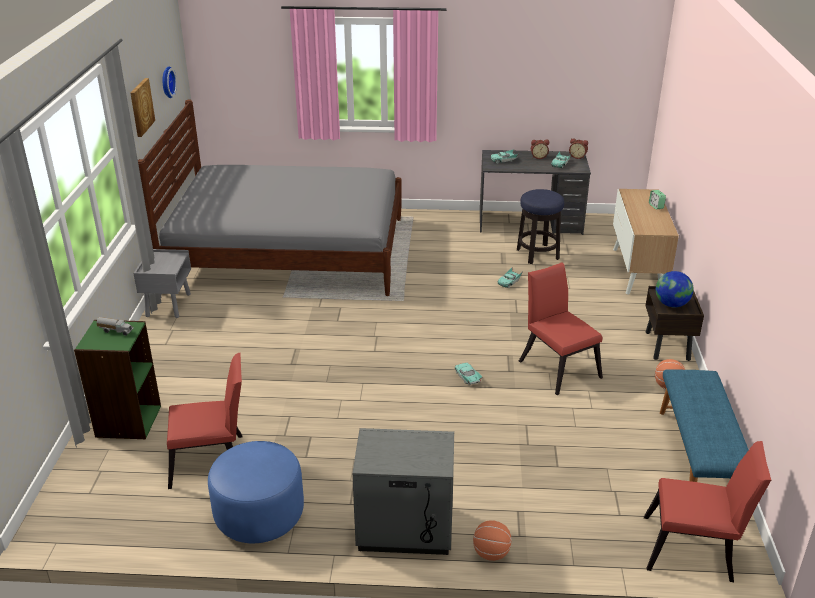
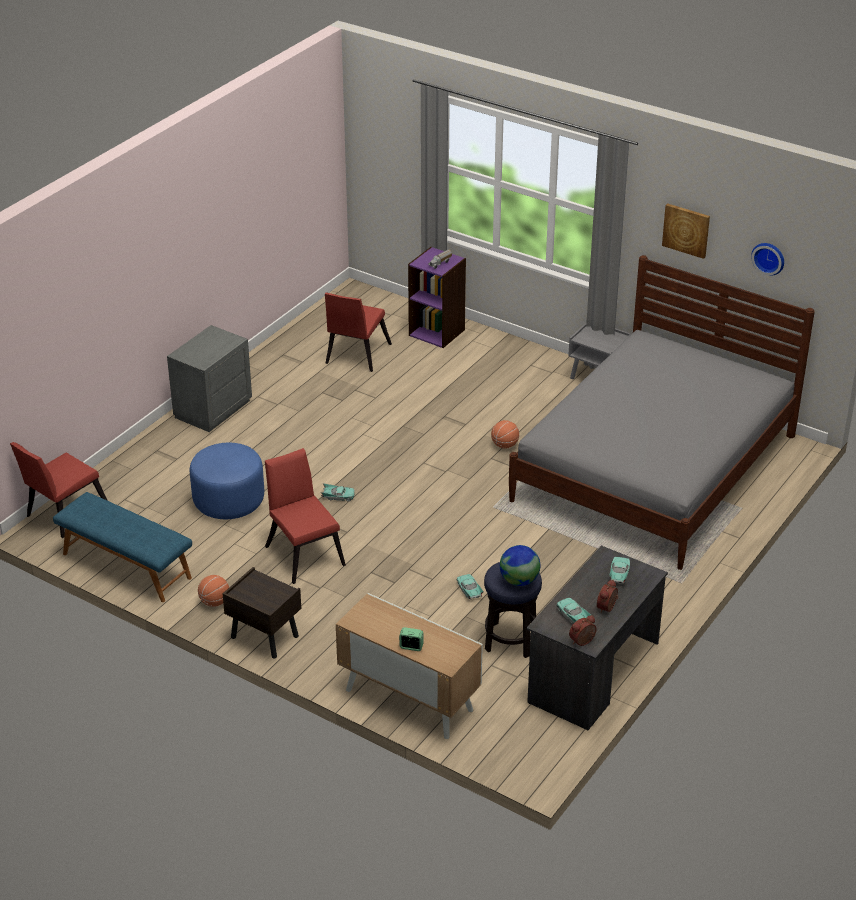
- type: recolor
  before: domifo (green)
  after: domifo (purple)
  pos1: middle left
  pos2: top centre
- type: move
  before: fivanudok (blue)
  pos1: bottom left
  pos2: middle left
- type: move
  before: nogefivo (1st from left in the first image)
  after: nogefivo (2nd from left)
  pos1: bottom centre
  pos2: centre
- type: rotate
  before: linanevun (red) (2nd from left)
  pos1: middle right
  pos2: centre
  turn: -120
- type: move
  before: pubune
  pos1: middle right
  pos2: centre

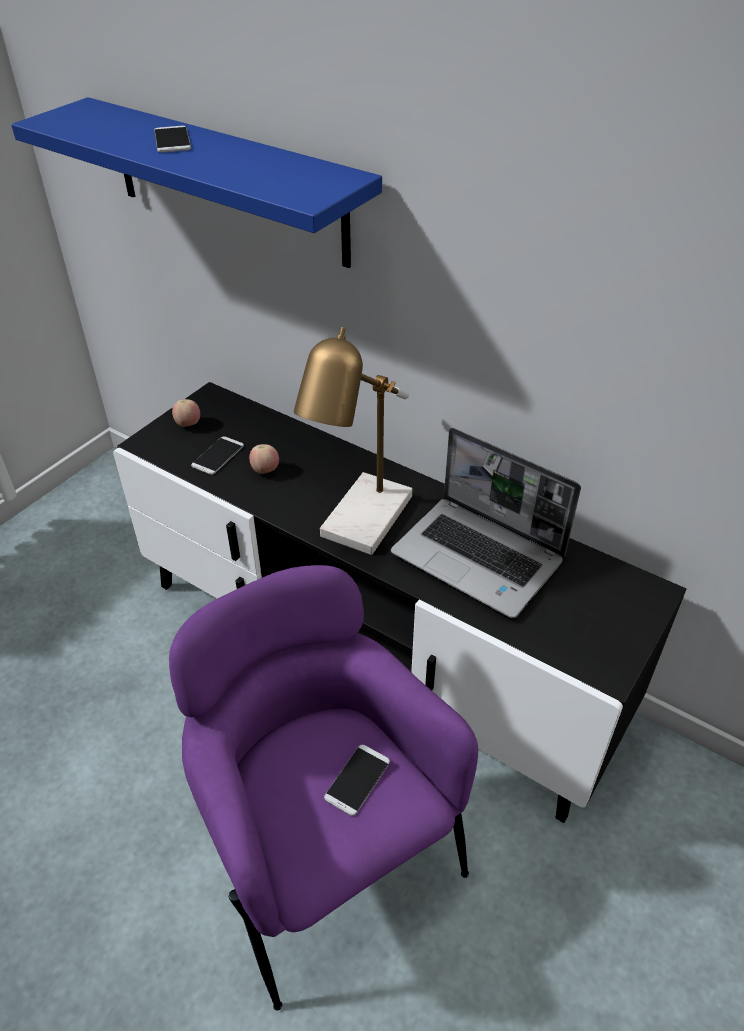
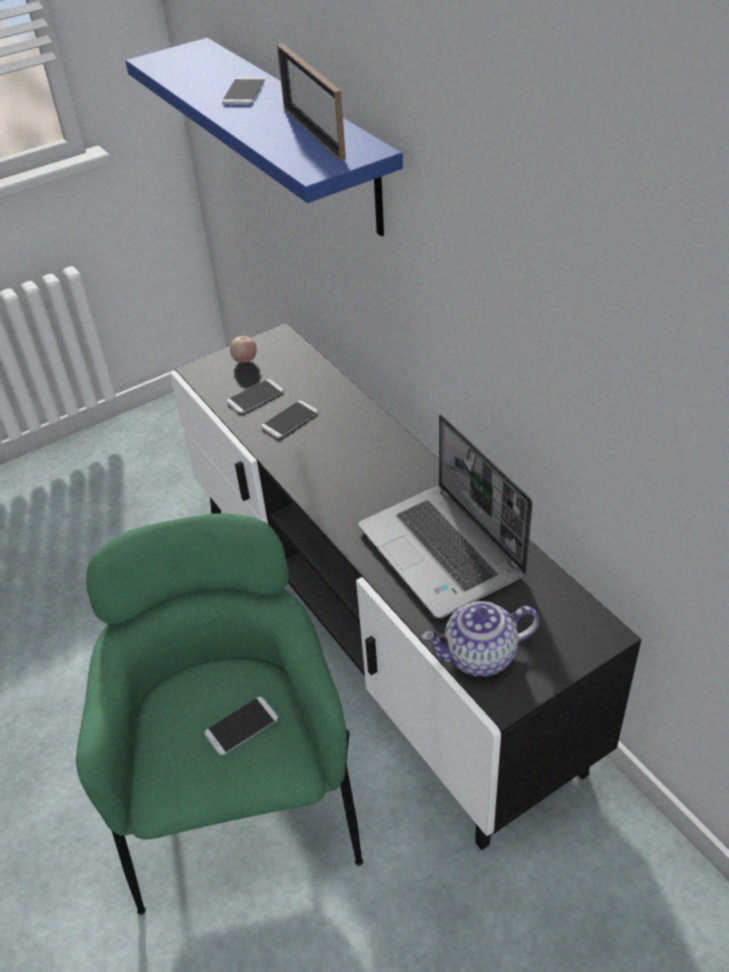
- type: recolor
  before: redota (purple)
  after: redota (green)
  pos1: bottom centre
  pos2: bottom left
- type: replace
  before: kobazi (2nd from left)
  after: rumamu (4th from left)
  pos1: centre
  pos2: centre
- type: delete
  before: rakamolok
  pos1: centre
- type: insert
  after: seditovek
  pos2: top centre
- type: insert
  after: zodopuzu
  pos2: centre

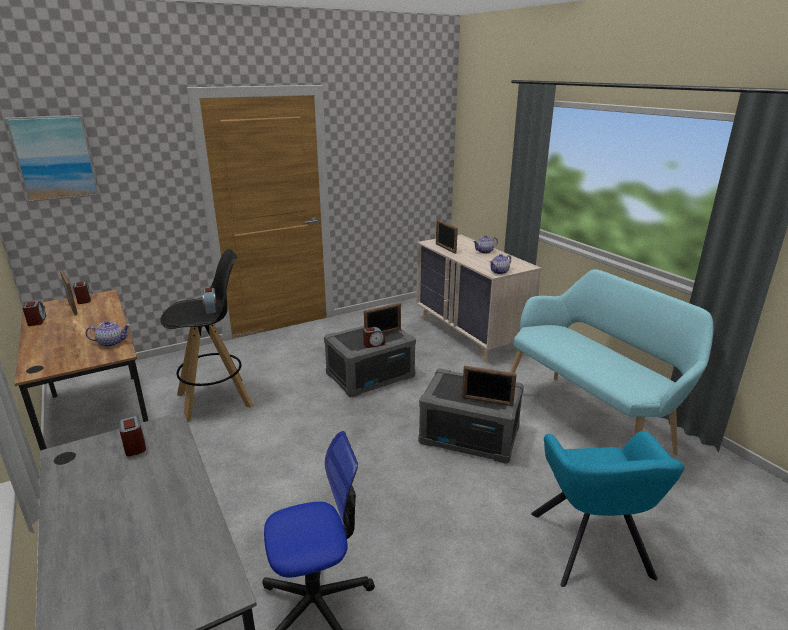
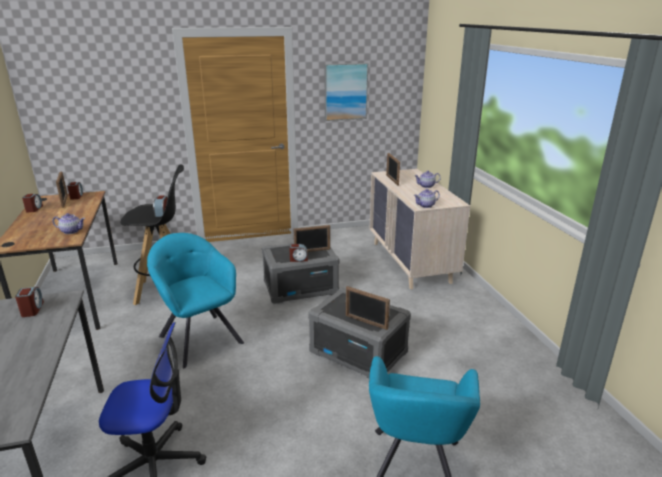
- type: move
  before: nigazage
  pos1: top left
  pos2: top centre
- type: delete
  before: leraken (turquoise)
  pos1: middle right
- type: insert
  after: redota (turquoise) (1st from left)
  pos2: middle left

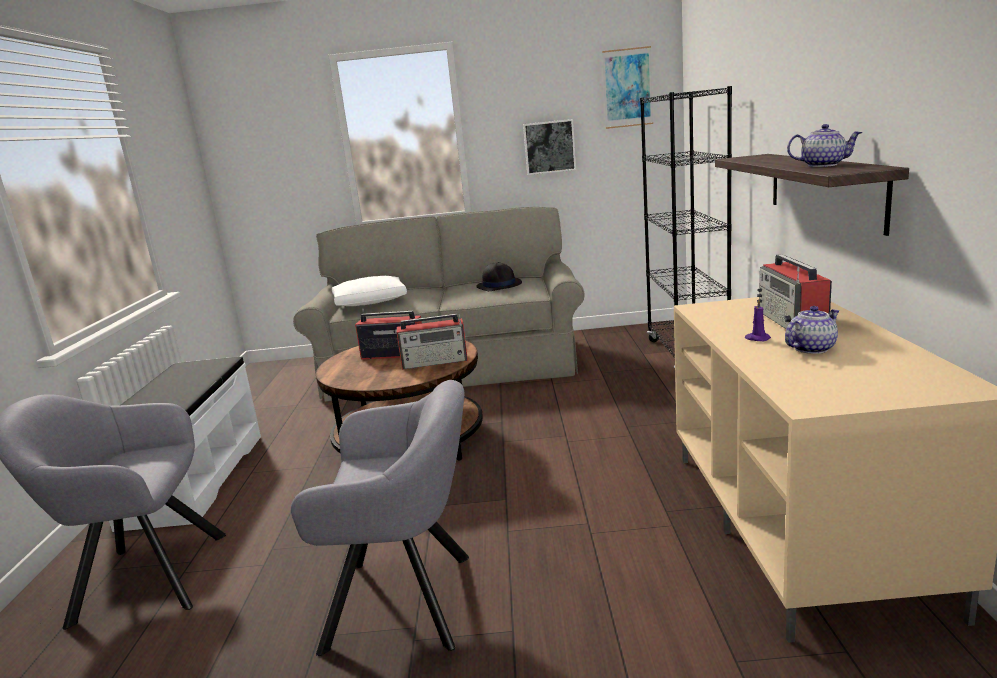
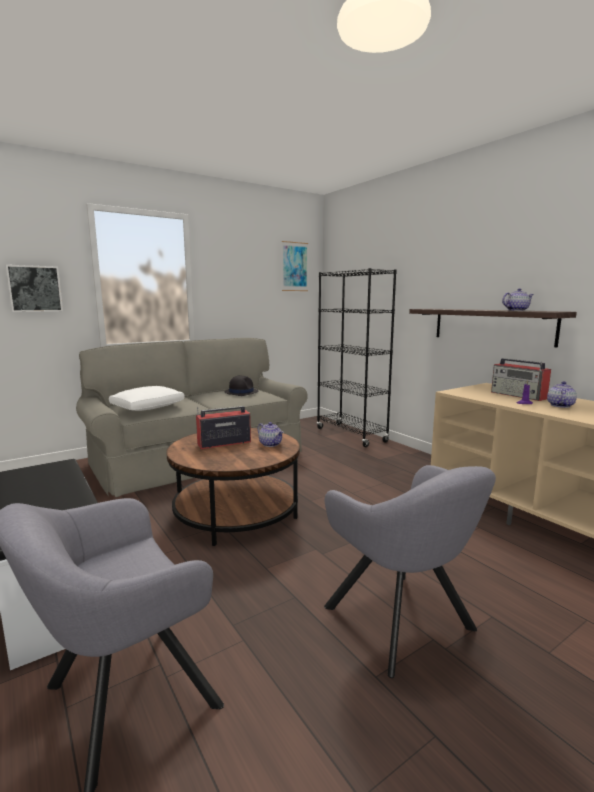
- type: rotate
  before: redota (grey) (2nd from left)
  pos1: bottom centre
  pos2: bottom right
  turn: 90
- type: replace
  before: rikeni (2nd from left)
  after: zodopuzu (1st from left)
  pos1: centre
  pos2: centre
- type: move
  before: nigazage (1st from left)
  pos1: top centre
  pos2: middle left

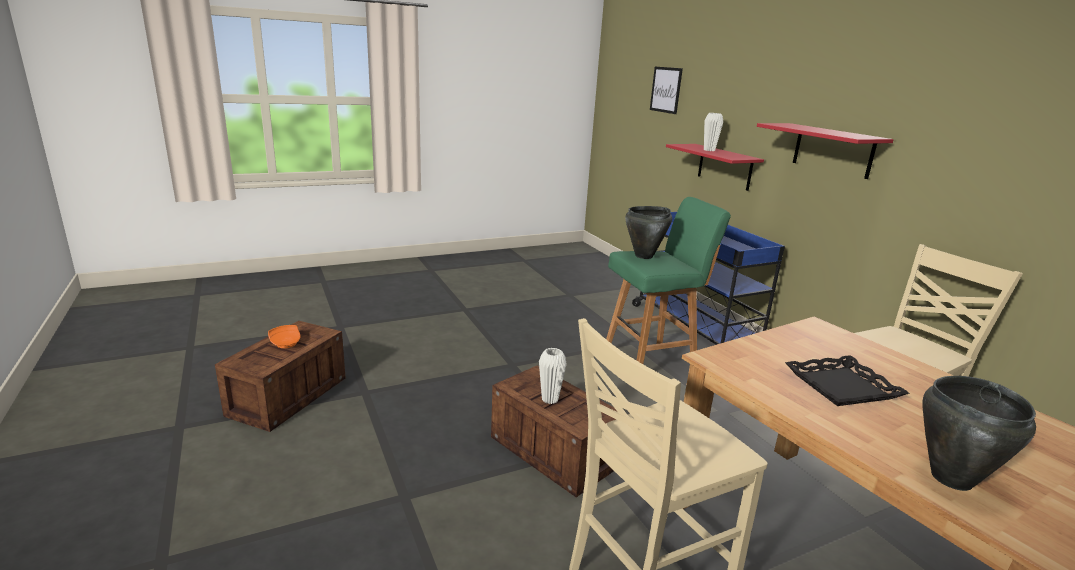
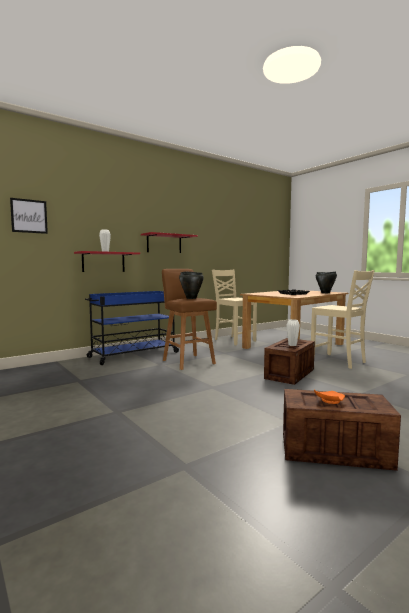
- type: recolor
  before: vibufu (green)
  after: vibufu (brown)
  pos1: centre
  pos2: centre

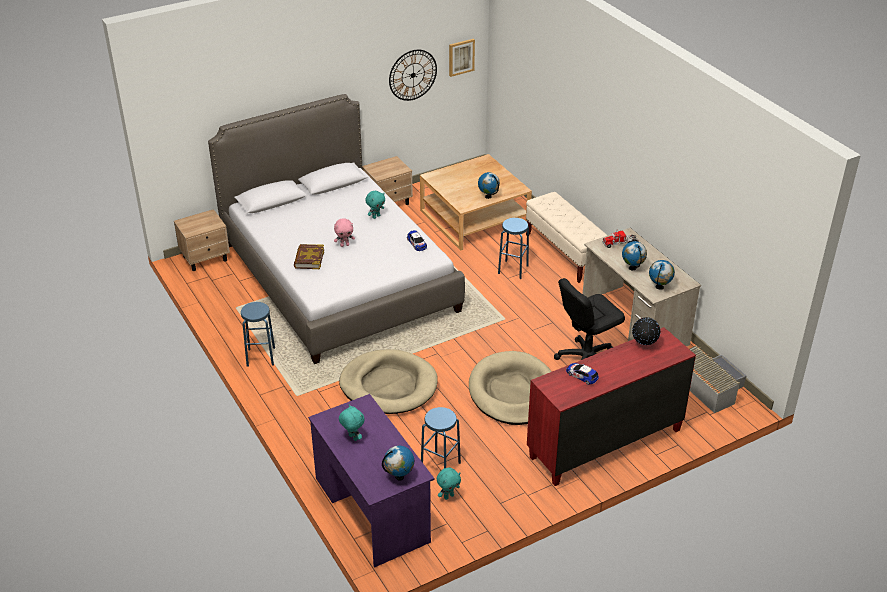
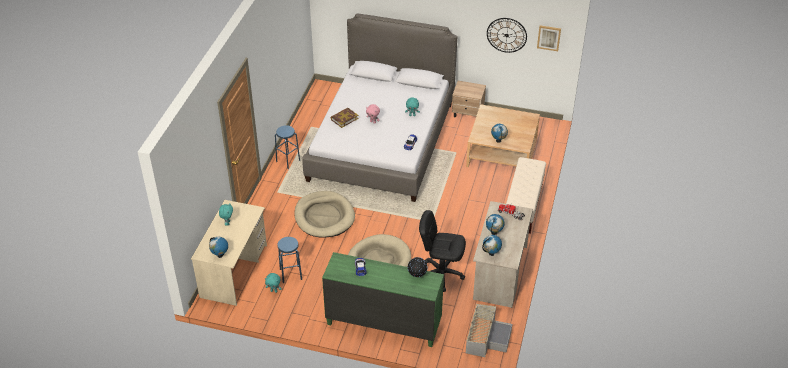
- type: delete
  before: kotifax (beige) (1st from left)
  pos1: middle left
- type: recolor
  before: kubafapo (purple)
  after: kubafapo (beige) (1st from left)
  pos1: bottom centre
  pos2: bottom left
- type: delete
  before: vibufu (blue) (3rd from left)
  pos1: centre
- type: recolor
  before: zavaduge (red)
  after: zavaduge (green)
  pos1: bottom right
  pos2: bottom centre

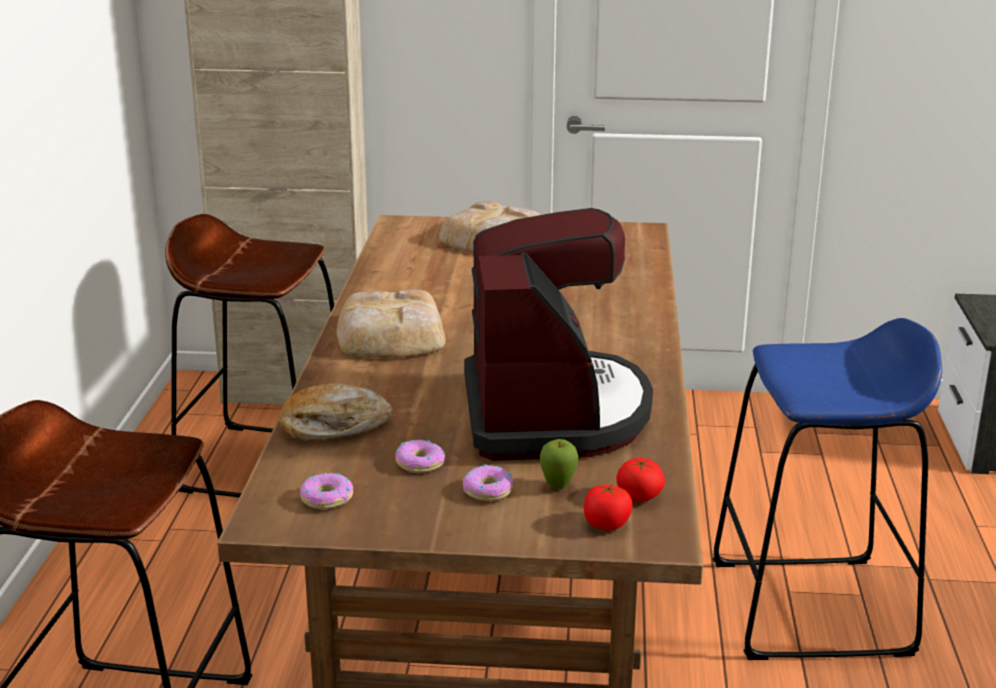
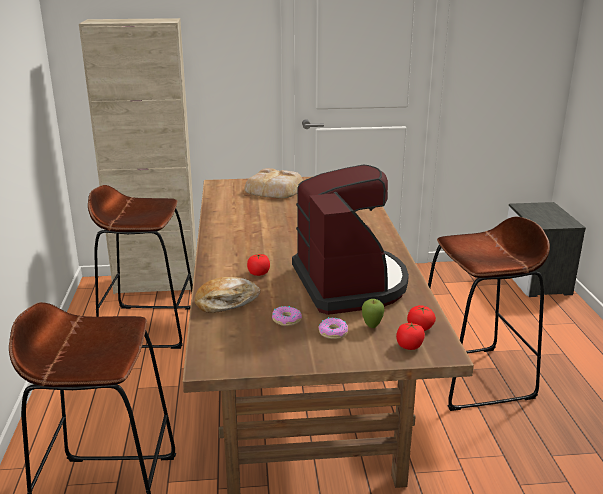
- type: delete
  before: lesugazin (1st from left)
  pos1: bottom left
- type: delete
  before: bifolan (2nd from left)
  pos1: centre
- type: recolor
  before: vibufu (blue)
  after: vibufu (brown) (3rd from left)
  pos1: bottom right
  pos2: middle right
- type: insert
  after: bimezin (1st from left)
  pos2: centre

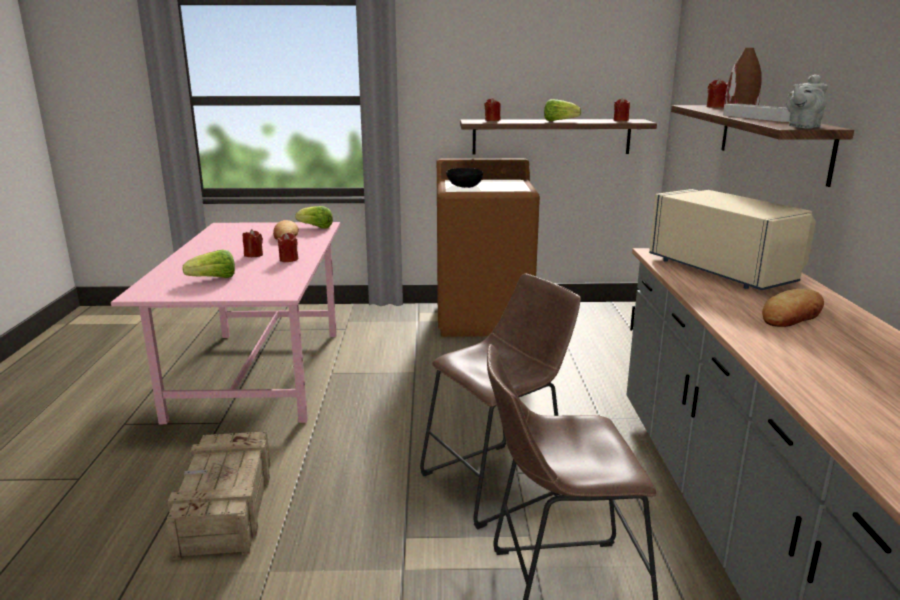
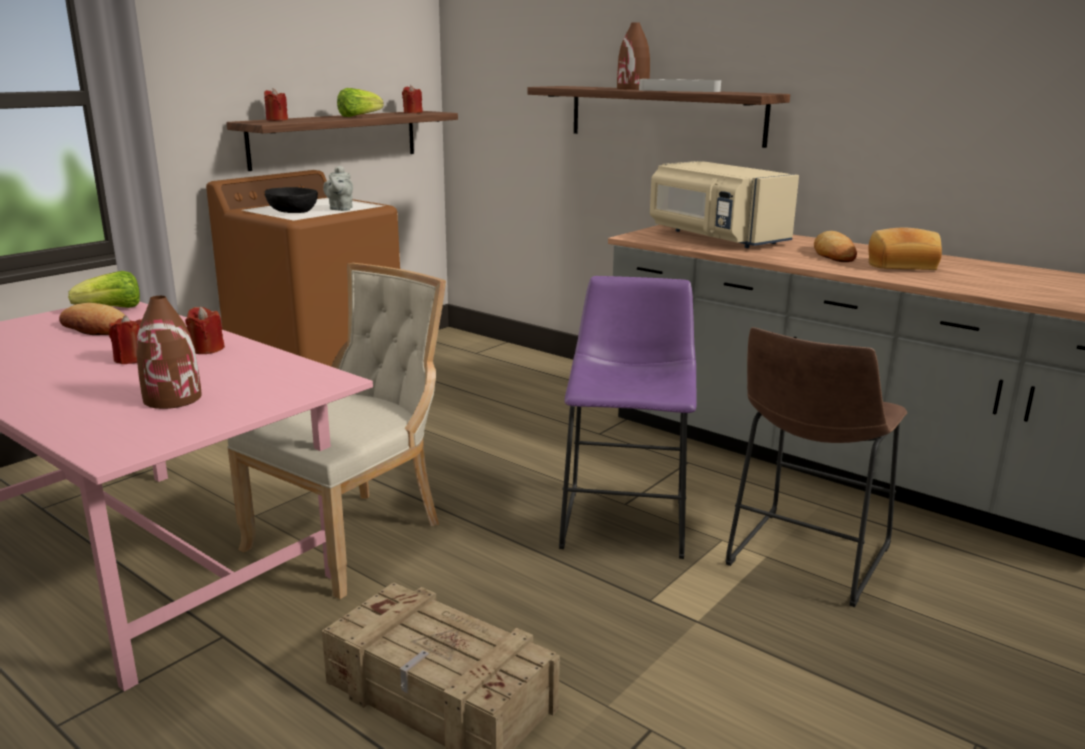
- type: replace
  before: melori (1st from left)
  after: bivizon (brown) (1st from left)
  pos1: middle left
  pos2: middle left
- type: recolor
  before: vibufu (brown) (1st from left)
  after: vibufu (purple)
  pos1: bottom centre
  pos2: centre
- type: rotate
  before: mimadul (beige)
  pos1: middle right
  pos2: top right
  turn: -135
- type: delete
  before: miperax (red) (5th from left)
  pos1: top right
- type: move
  before: zodopuzu (grey)
  pos1: top right
  pos2: top left
- type: insert
  after: linanevun (beige)
  pos2: middle left
- type: insert
  after: bifolan (3rd from left)
  pos2: top right

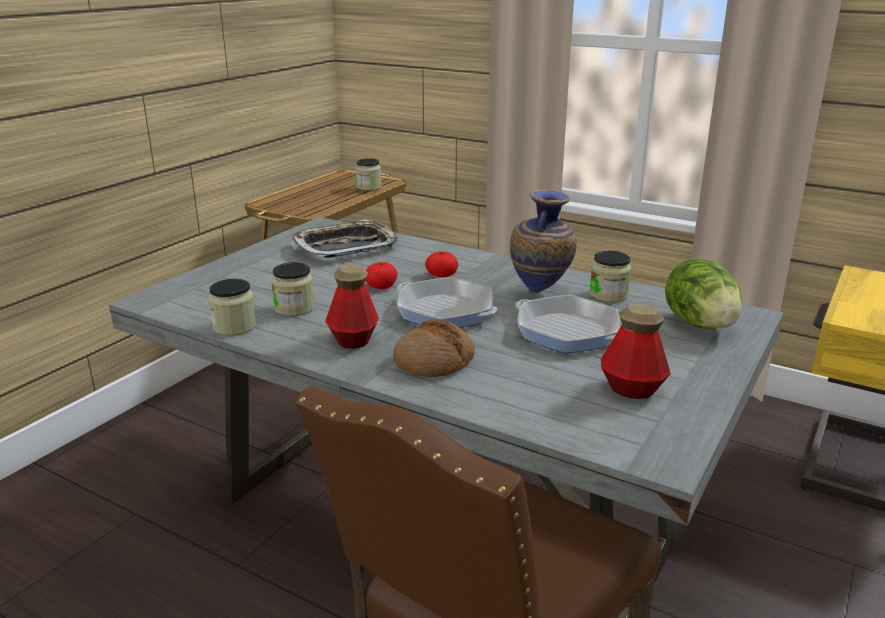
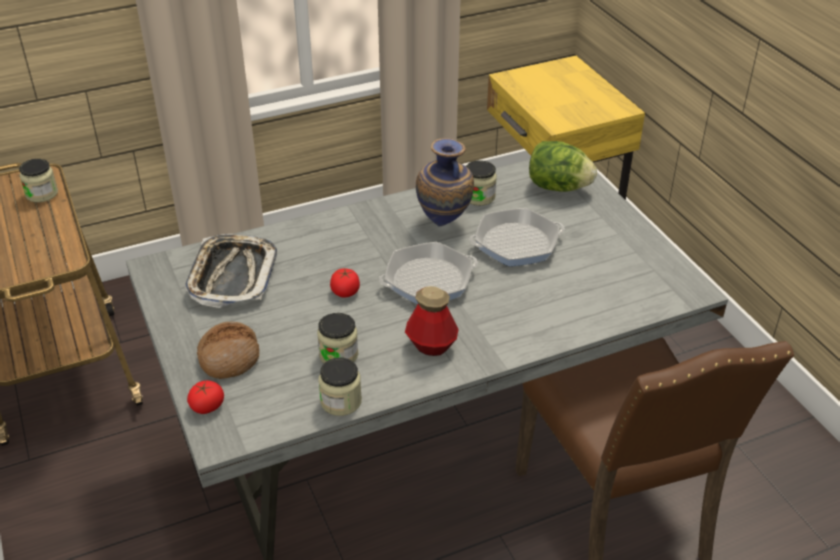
- type: move
  before: bifolan
  pos1: centre
  pos2: middle left
- type: move
  before: bimezin (2nd from left in the first image)
  after: bimezin (1st from left)
  pos1: centre
  pos2: bottom left
- type: delete
  before: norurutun (2nd from left)
  pos1: middle right

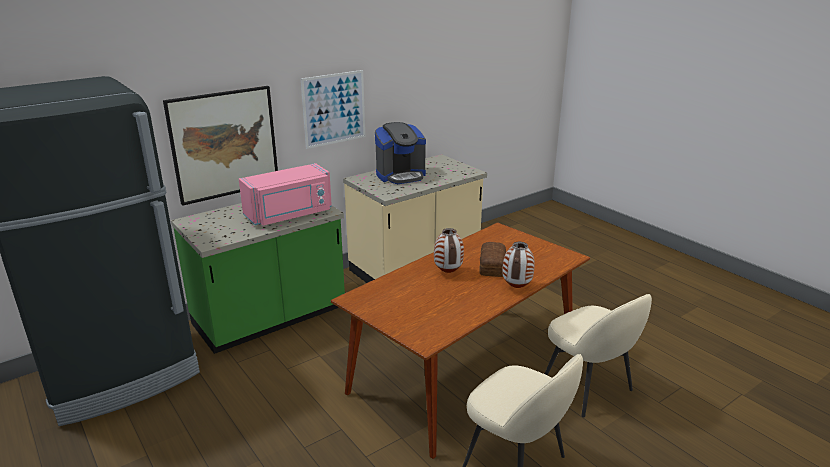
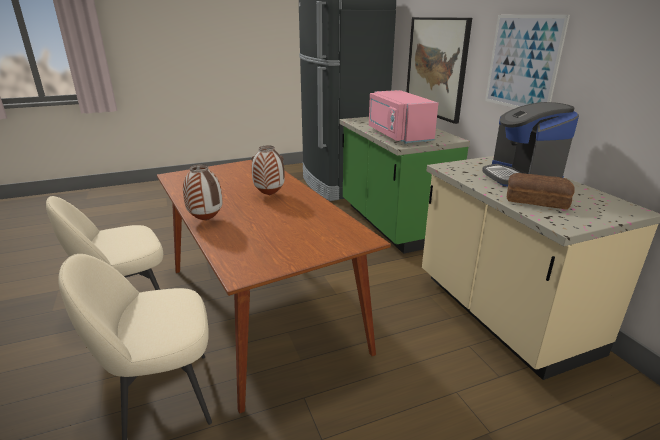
- type: move
  before: bifolan
  pos1: centre
  pos2: middle right

